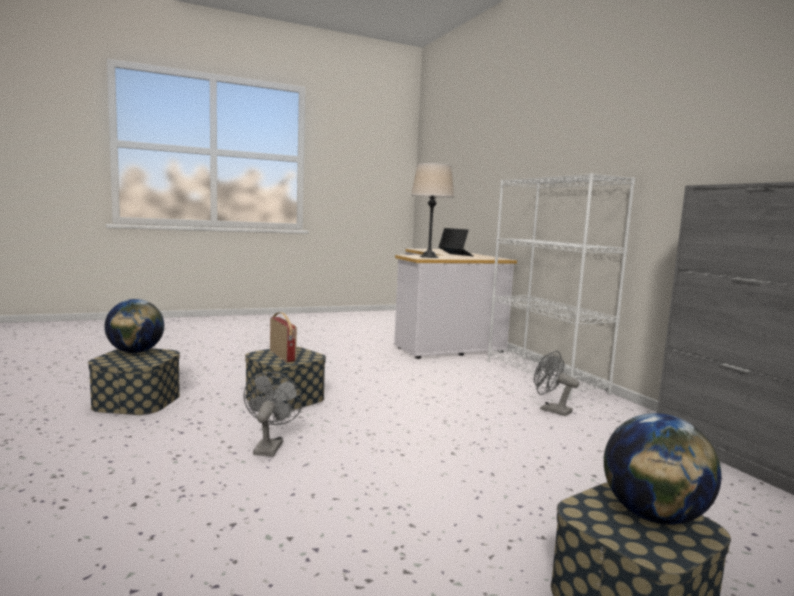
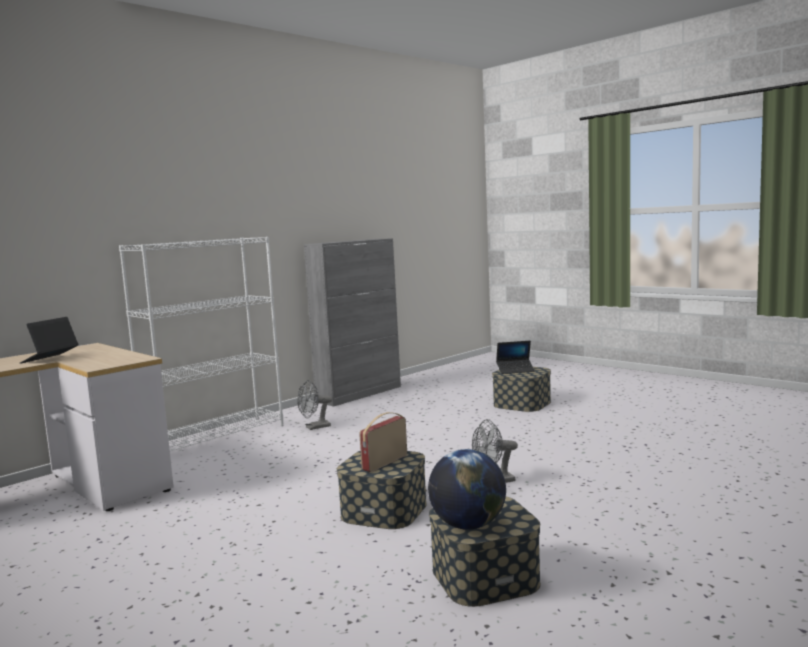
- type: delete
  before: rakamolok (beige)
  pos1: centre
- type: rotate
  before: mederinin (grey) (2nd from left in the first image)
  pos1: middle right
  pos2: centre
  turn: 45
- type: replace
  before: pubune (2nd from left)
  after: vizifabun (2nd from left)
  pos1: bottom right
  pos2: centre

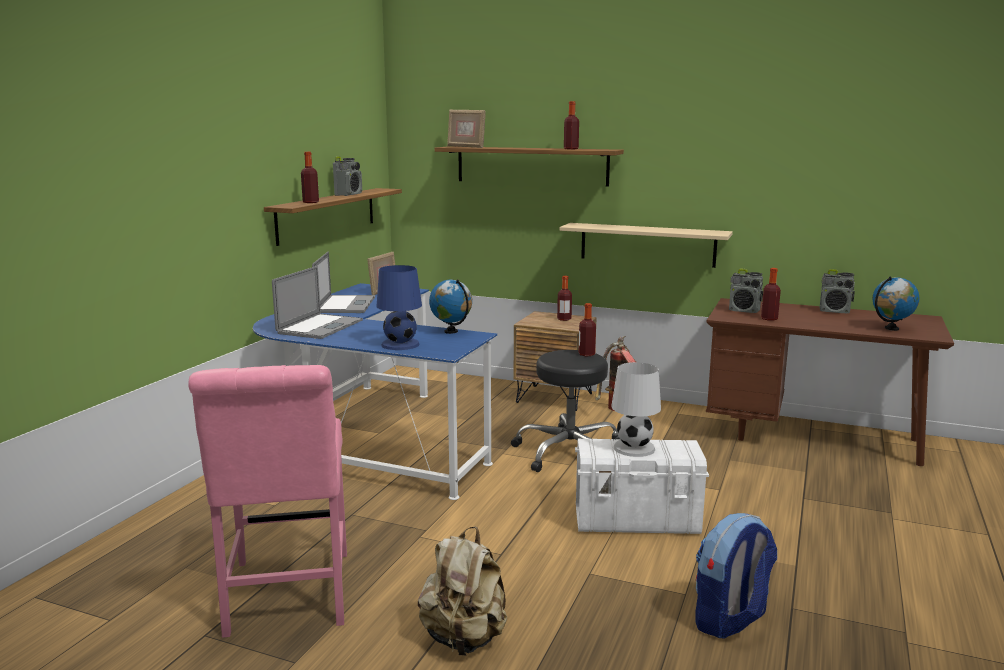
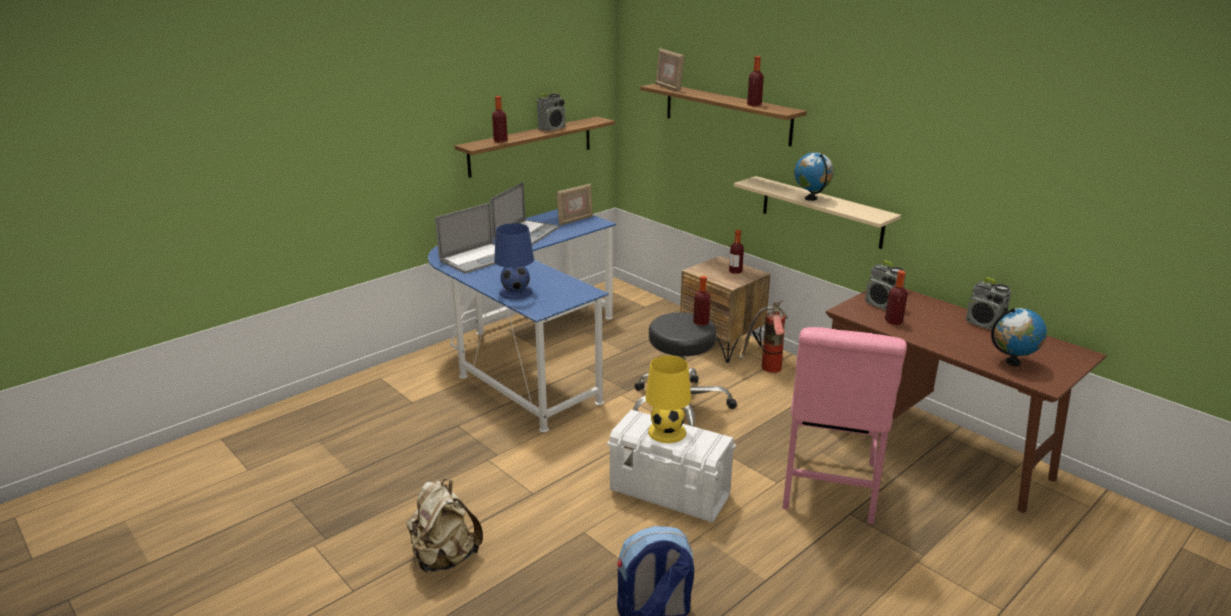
- type: move
  before: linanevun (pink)
  pos1: bottom left
  pos2: bottom right
- type: move
  before: pubune (1st from left)
  pos1: centre
  pos2: top centre
- type: recolor
  before: rakamolok (white)
  after: rakamolok (yellow)
  pos1: centre
  pos2: centre

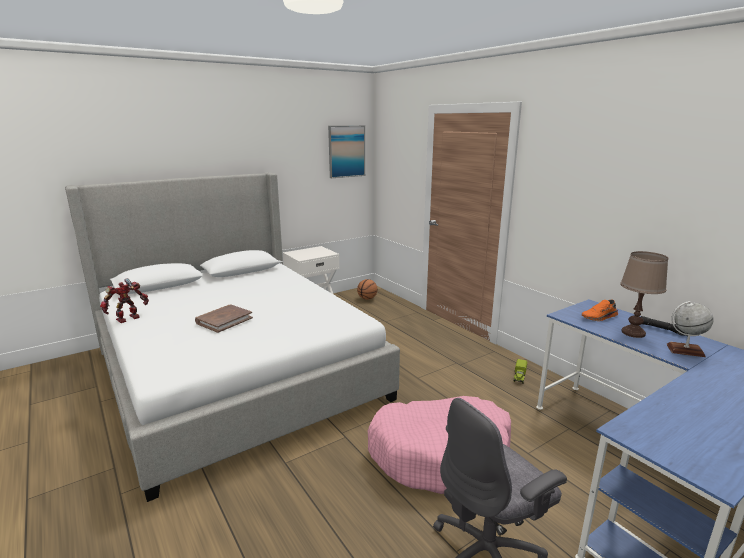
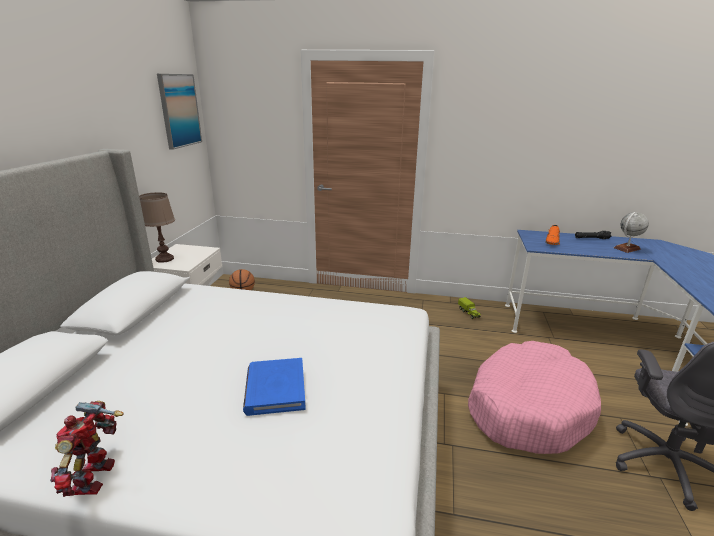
- type: recolor
  before: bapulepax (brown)
  after: bapulepax (blue)
  pos1: middle left
  pos2: bottom centre
- type: move
  before: rakamolok (brown)
  pos1: middle right
  pos2: middle left

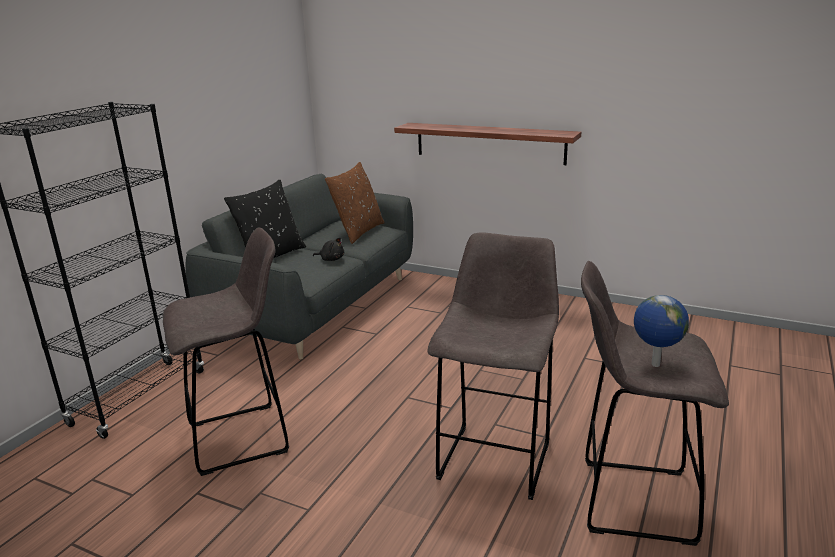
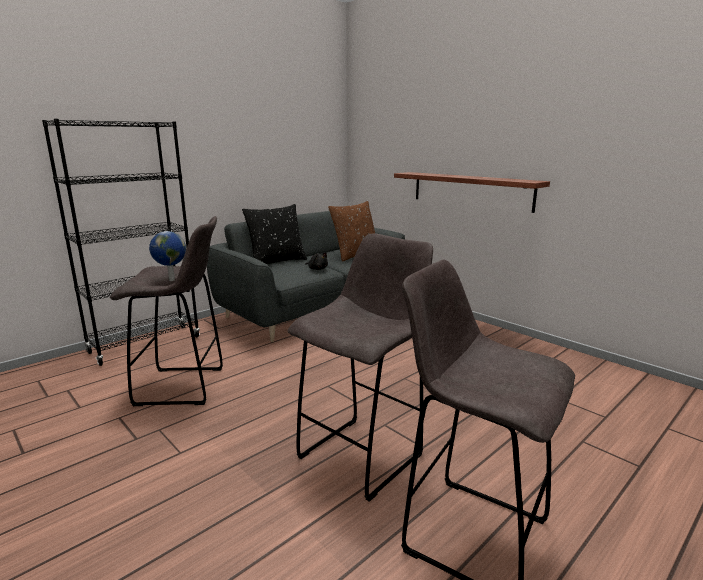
- type: move
  before: pubune
  pos1: middle right
  pos2: middle left

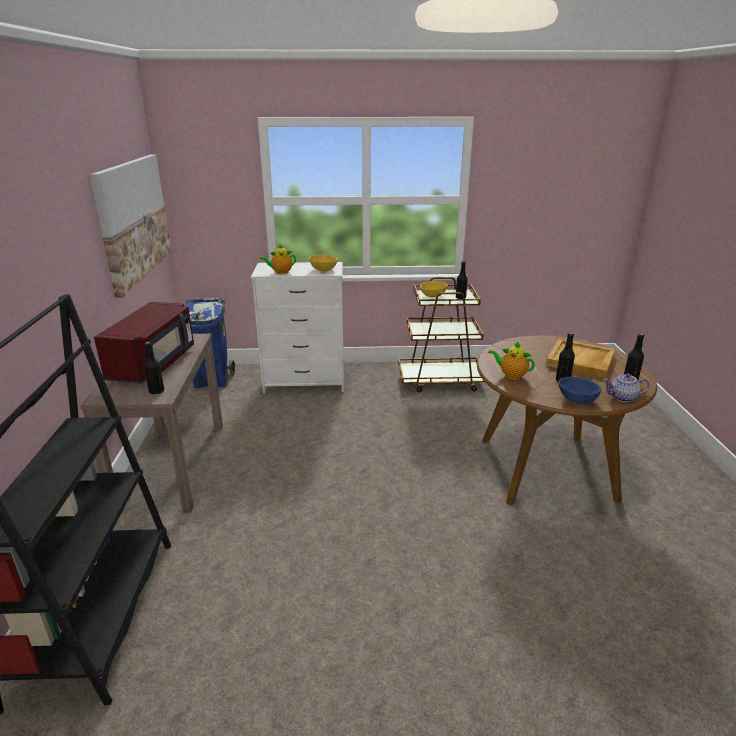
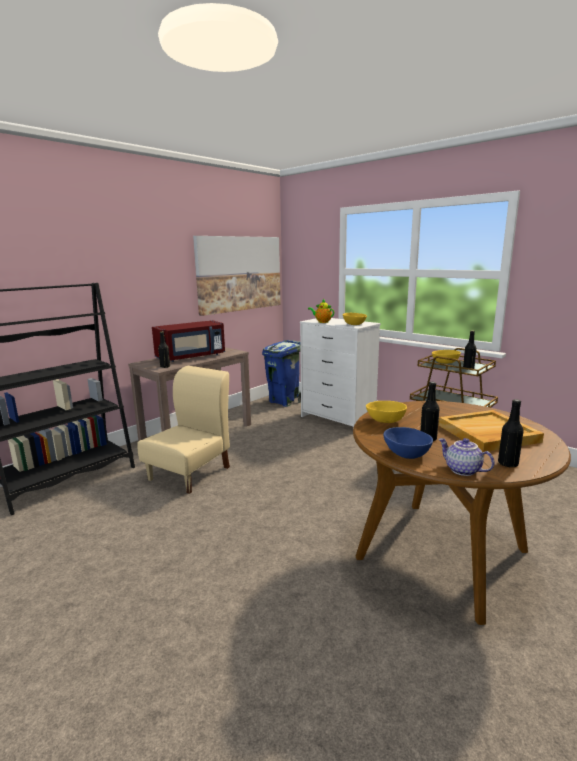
- type: replace
  before: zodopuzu (2nd from left)
  after: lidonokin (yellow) (2nd from left)
  pos1: middle right
  pos2: middle right
- type: insert
  after: linanevun (beige)
  pos2: middle left

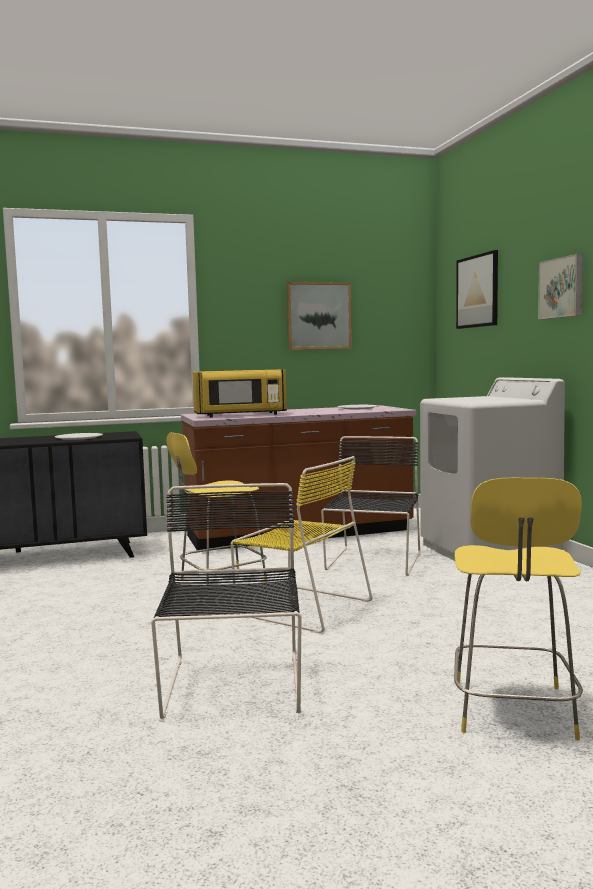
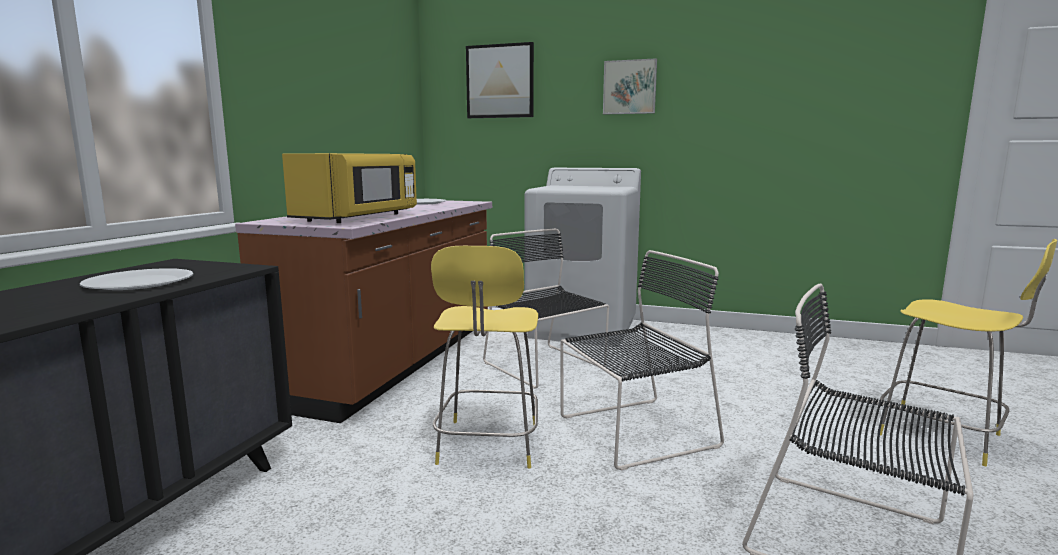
- type: recolor
  before: linanevun (yellow)
  after: linanevun (black) (2nd from left)
  pos1: centre
  pos2: centre
- type: delete
  before: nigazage (1st from left)
  pos1: centre

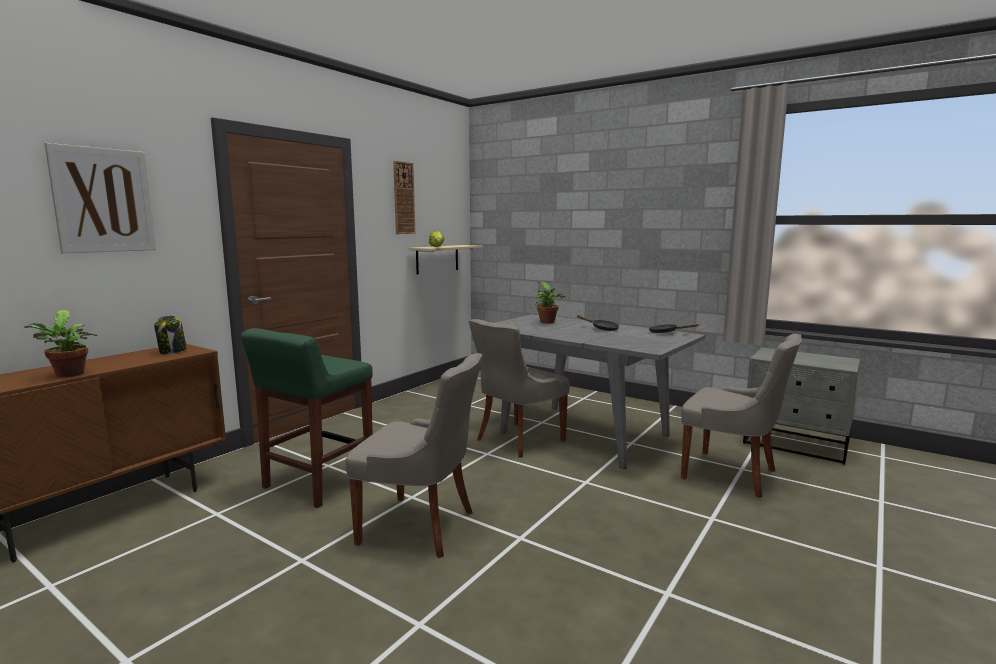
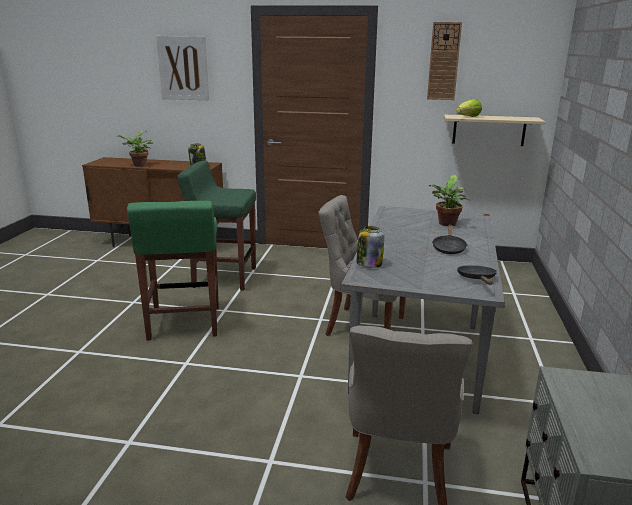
- type: replace
  before: linanevun (grey) (1st from left)
  after: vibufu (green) (1st from left)
  pos1: bottom centre
  pos2: middle left
- type: insert
  after: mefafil (2nd from left)
  pos2: centre

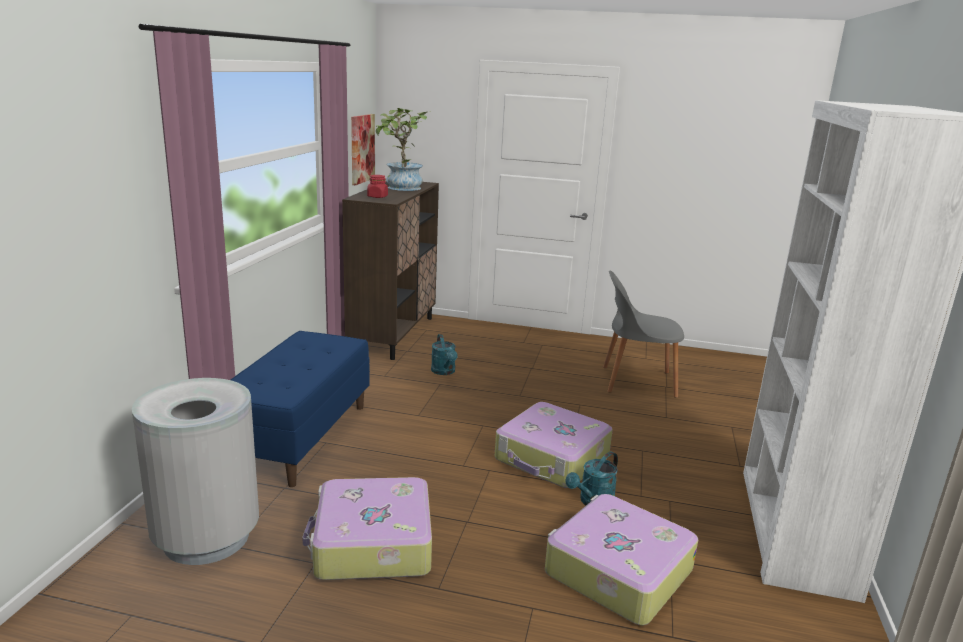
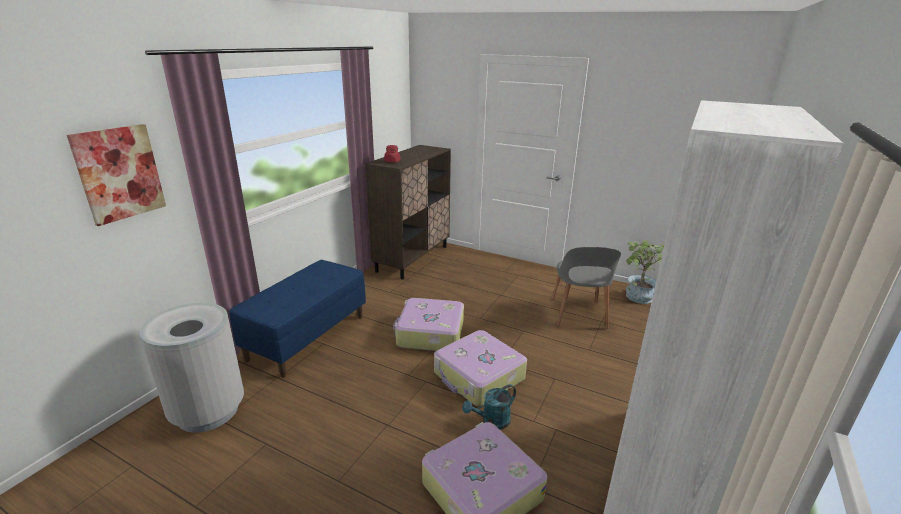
- type: move
  before: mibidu (1st from left)
  pos1: bottom centre
  pos2: centre
- type: move
  before: nigazage
  pos1: top centre
  pos2: middle left
- type: move
  before: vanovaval
  pos1: top centre
  pos2: middle right
- type: delete
  before: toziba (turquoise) (1st from left)
  pos1: centre
- type: rotate
  before: linanevun (grey)
  pos1: middle right
  pos2: centre
  turn: -105

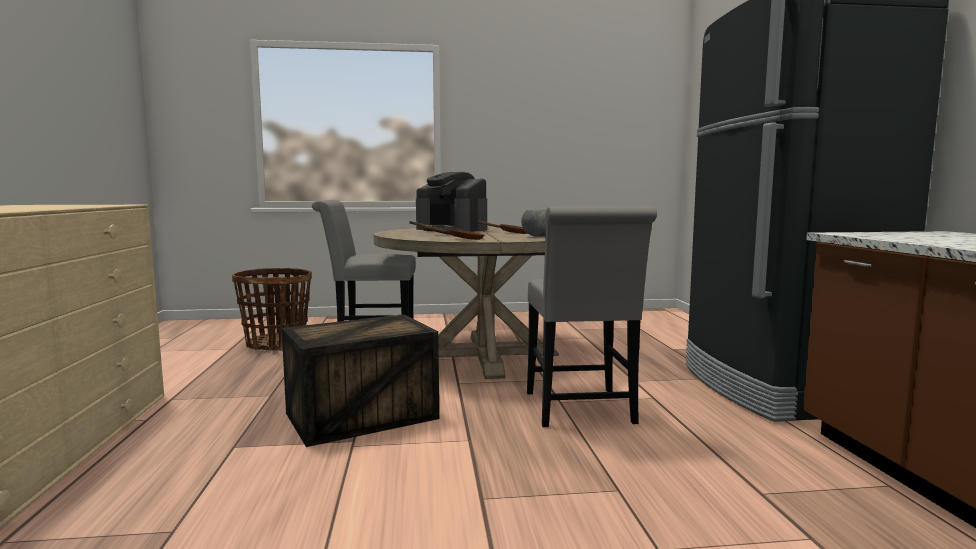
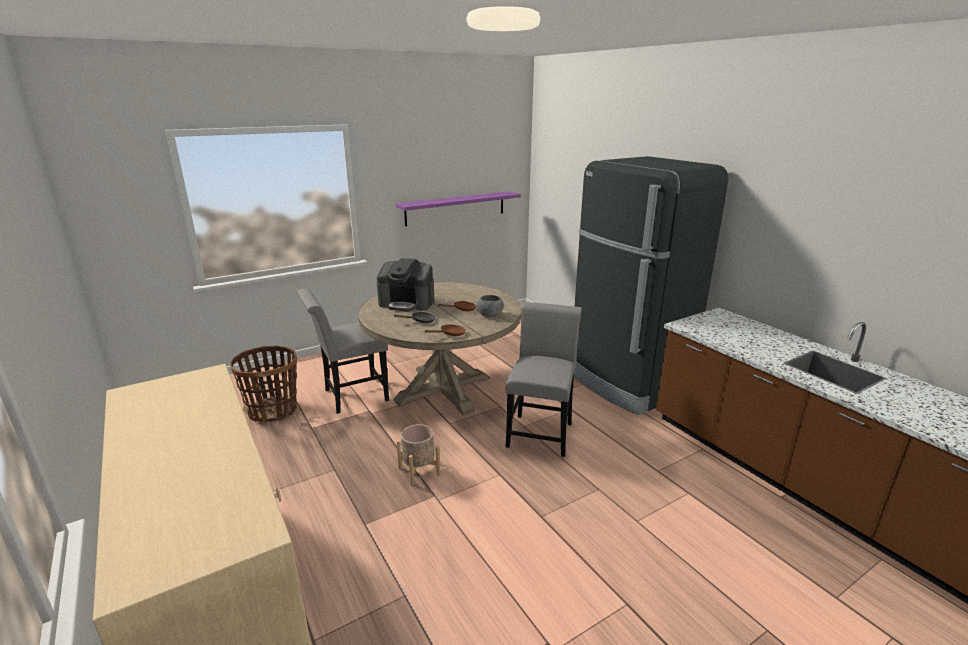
- type: replace
  before: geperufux
  after: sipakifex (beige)
  pos1: bottom centre
  pos2: bottom centre
- type: rotate
  before: linanevun (grey) (2nd from left)
  pos1: centre
  pos2: centre
  turn: -135
- type: insert
  after: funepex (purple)
  pos2: top centre

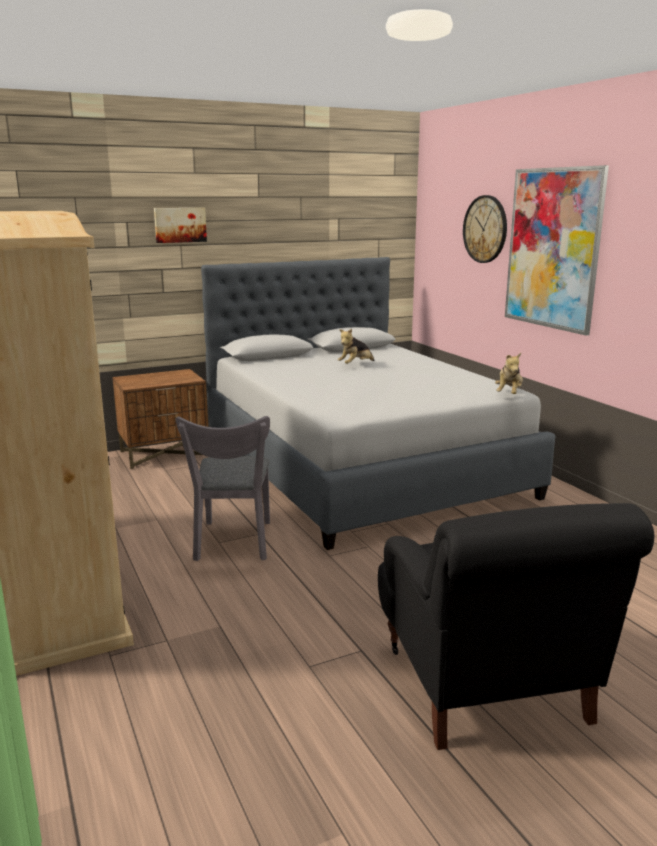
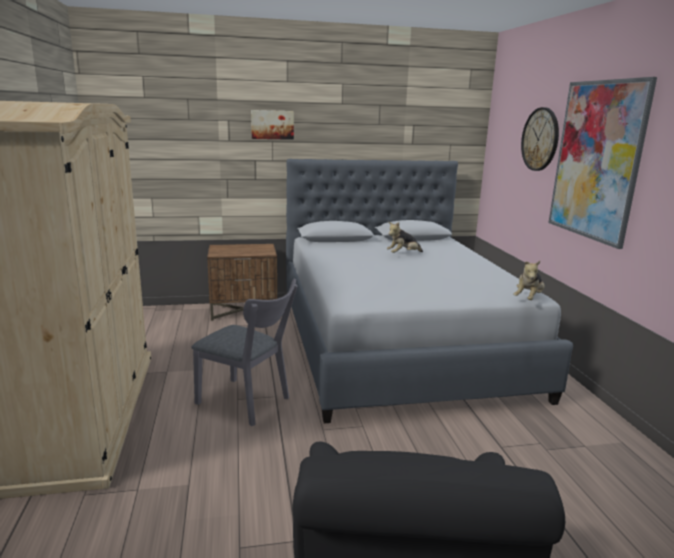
- type: rotate
  before: linanevun (grey)
  pos1: centre
  pos2: centre
  turn: -75

